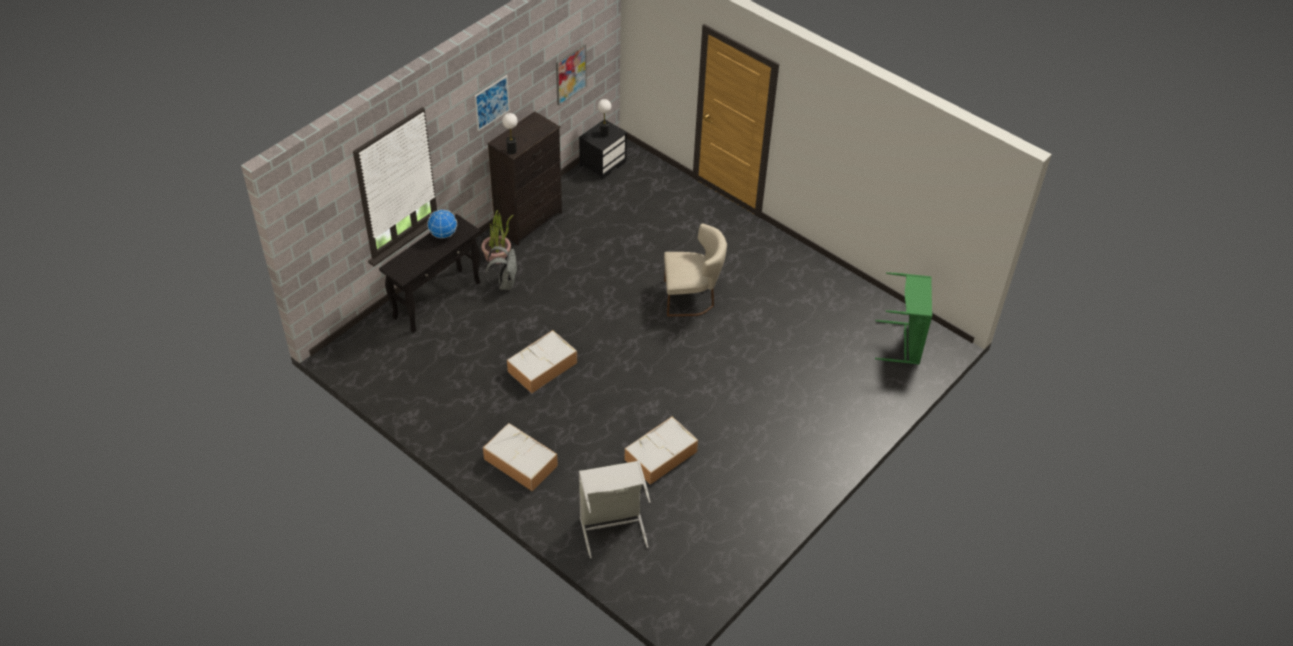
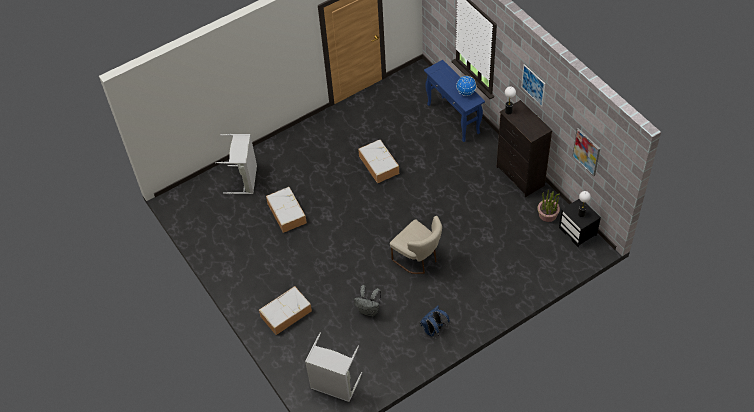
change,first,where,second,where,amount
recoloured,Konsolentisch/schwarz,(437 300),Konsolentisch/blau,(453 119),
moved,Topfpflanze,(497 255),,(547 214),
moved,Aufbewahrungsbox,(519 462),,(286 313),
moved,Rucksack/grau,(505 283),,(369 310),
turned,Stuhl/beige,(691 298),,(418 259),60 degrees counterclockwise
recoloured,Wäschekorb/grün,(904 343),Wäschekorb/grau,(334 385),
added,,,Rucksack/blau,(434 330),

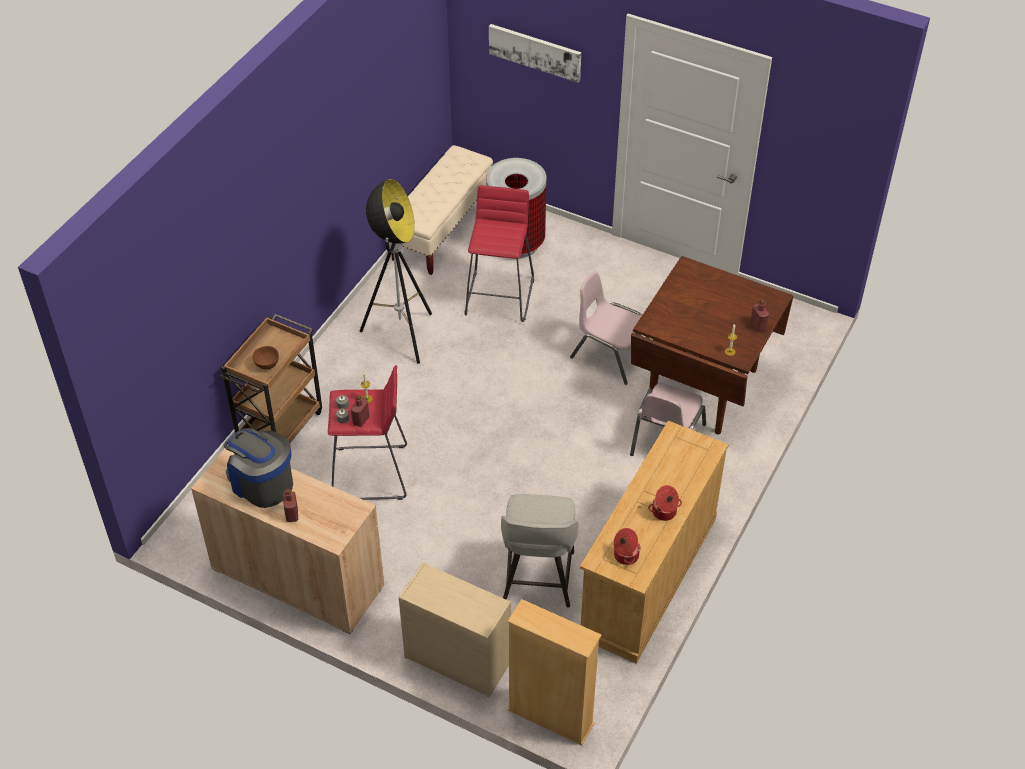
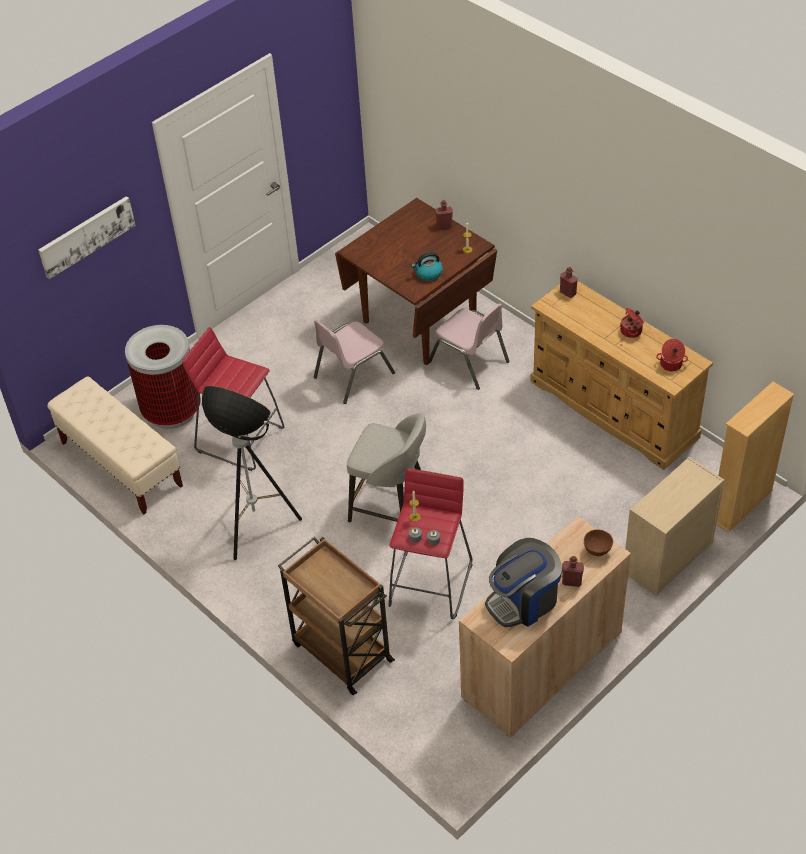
change,first,where,second,where,amount
moved,Schüssel/braun,(267 365),,(598 550),
moved,Flasche/rot,(361 420),,(568 293),
moved,Hocker/grau,(538 579),,(391 508),
added,,,Wasserkessel,(428 273),

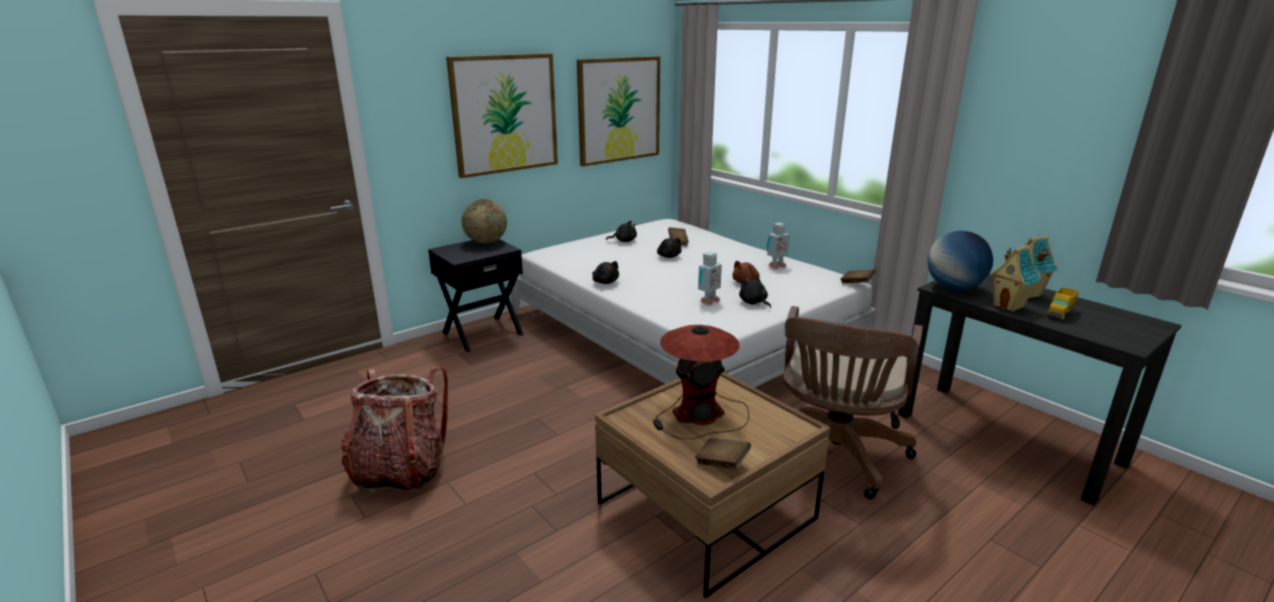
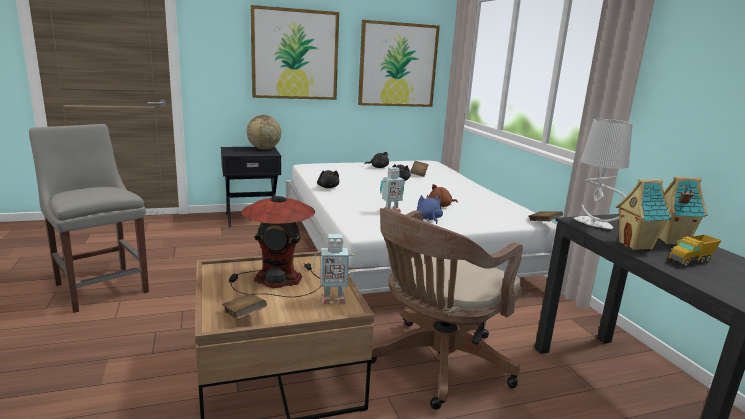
change,first,where,second,where,amount
replaced,Rucksack,(400 471),Stuhl/grau,(101 286),
recoloured,Plüschtier/schwarz,(754 303),Plüschtier/blau,(429 219),
moved,Spielzeugroboter,(775 266),,(332 299),
replaced,Globus,(954 288),Tischlampe/grau,(594 223),

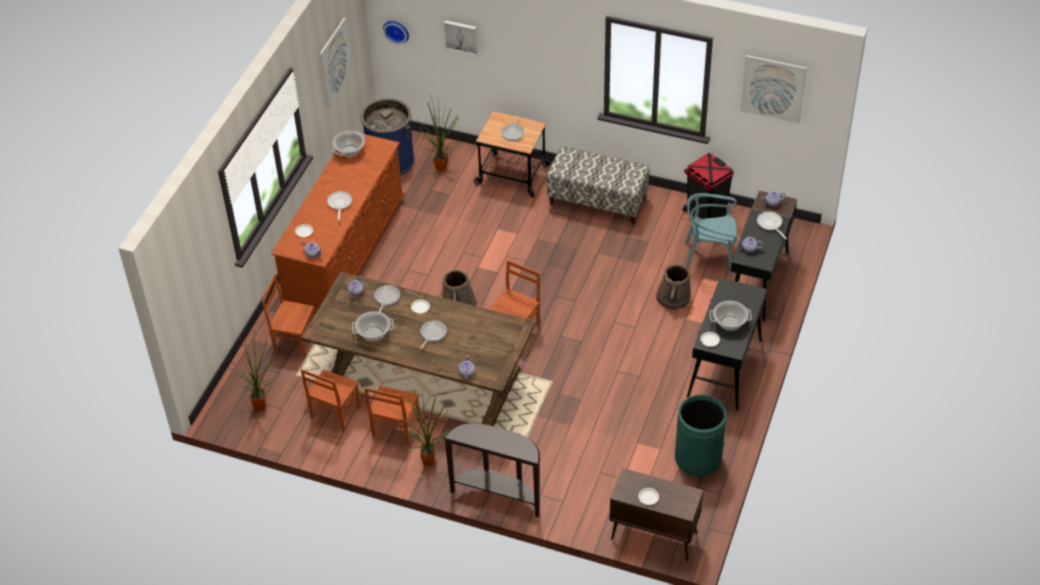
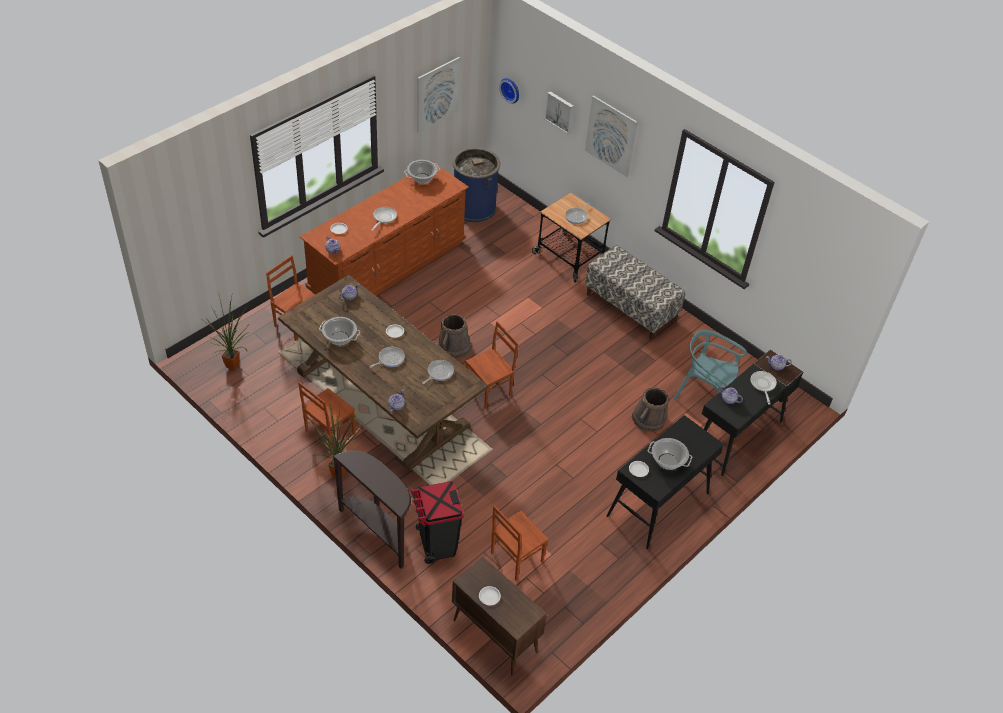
change,first,where,second,where,amount
moved,Stuhl/braun,(334 413),,(515 557),
moved,Pfanne,(386 298),,(439 373),
removed,Topfpflanze,(442 167),,,
removed,Mülleimer/grün,(698 458),,,
moved,Mülleimer/schwarz,(705 215),,(436 544),
moved,Bild,(773 88),,(610 136),

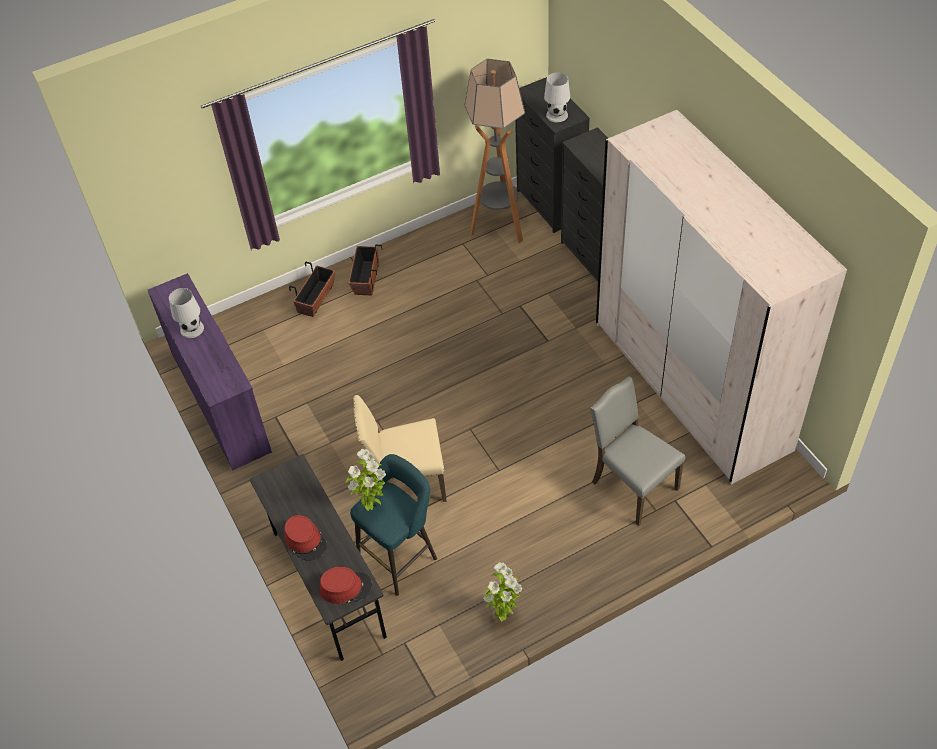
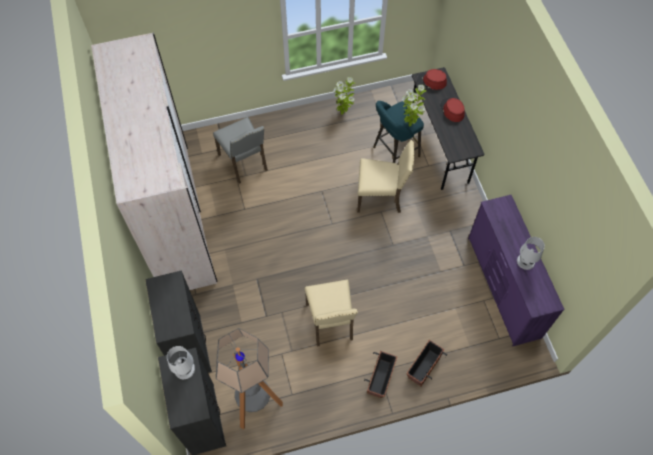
change,first,where,second,where,amount
added,,,Stuhl/beige,(331 322),

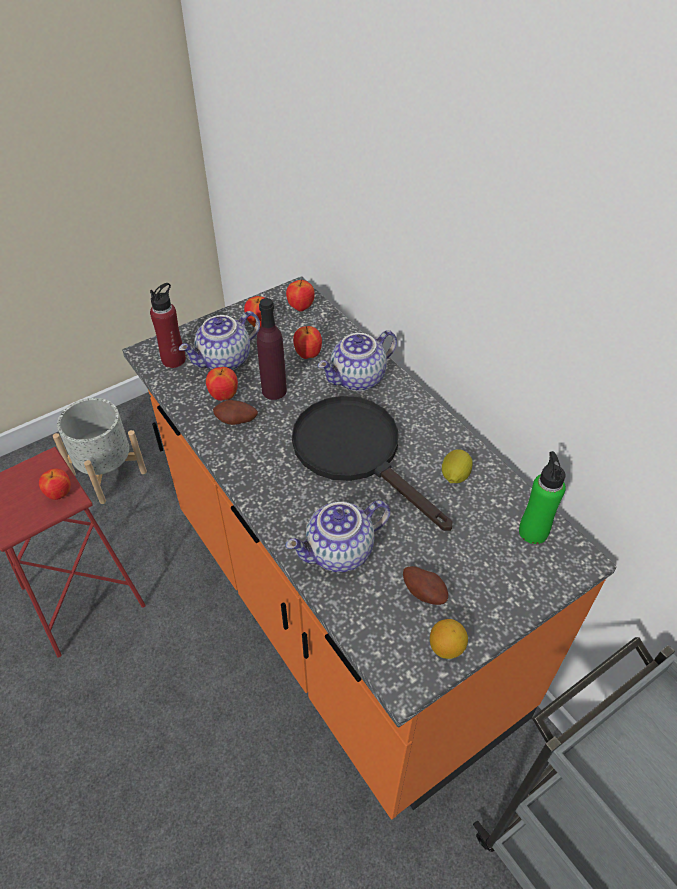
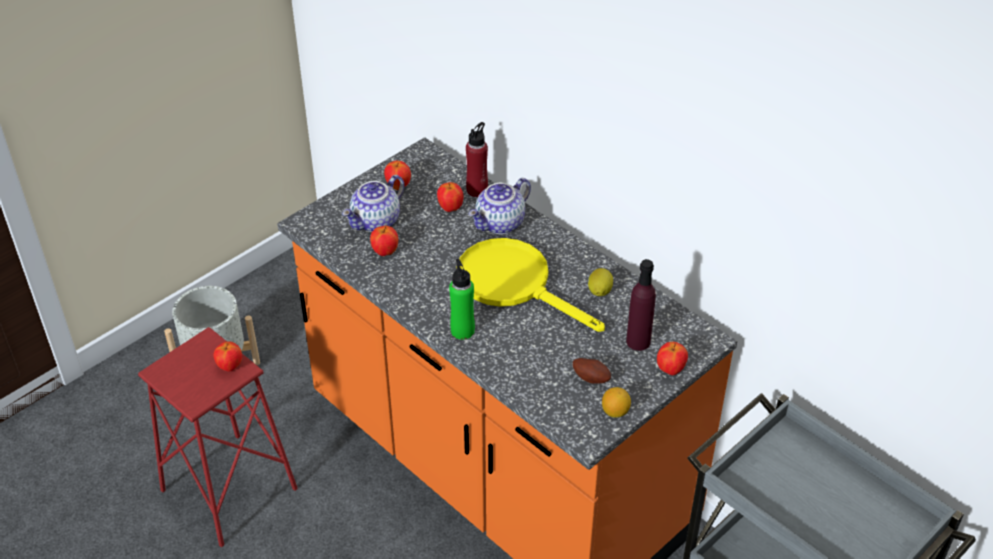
change,first,where,second,where,amount
moved,Flasche/rot,(174 359),,(477 190),
removed,Kartoffel,(236 421),,,
moved,Flasche/lila,(274 390),,(638 341),
removed,Teekanne,(339 553),,,
moved,Apfel,(301 307),,(670 370),
recoloured,Pfanne/schwarz,(357 453),Pfanne/gelb,(514 284),
moved,Flasche/grün,(533 531),,(462 330),

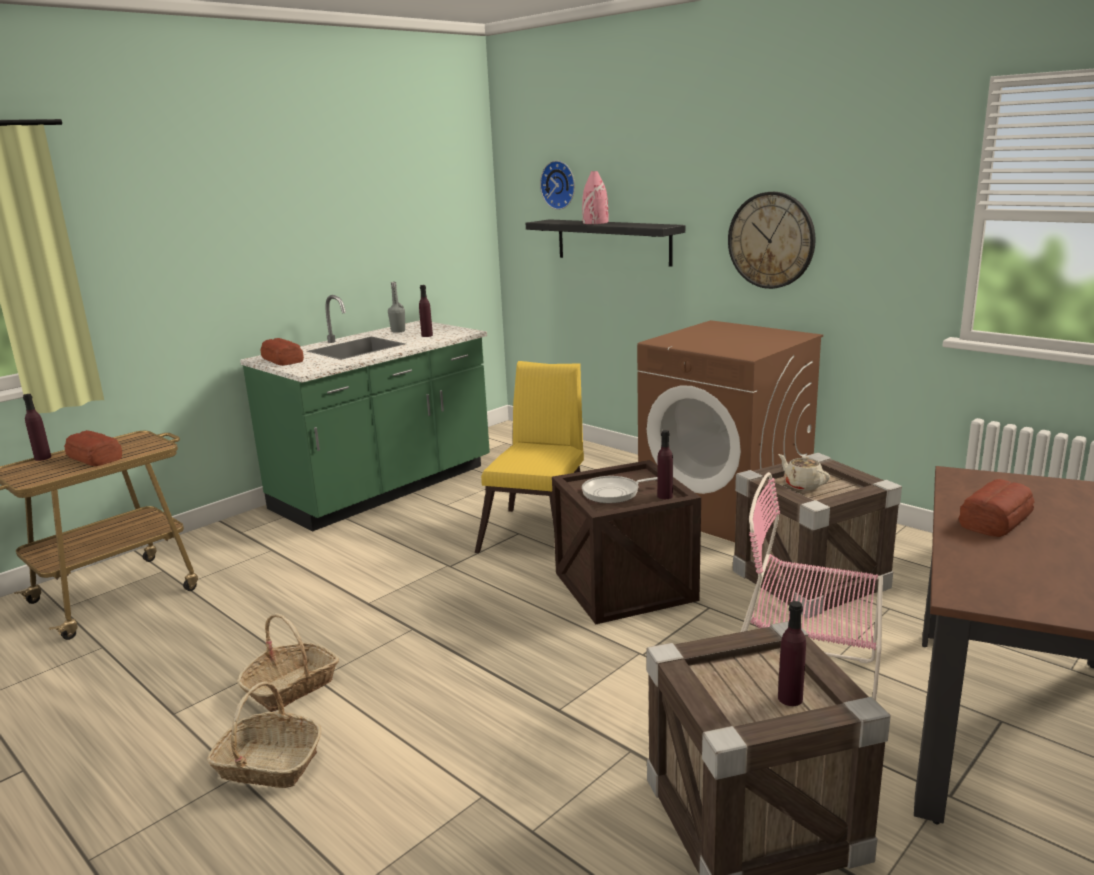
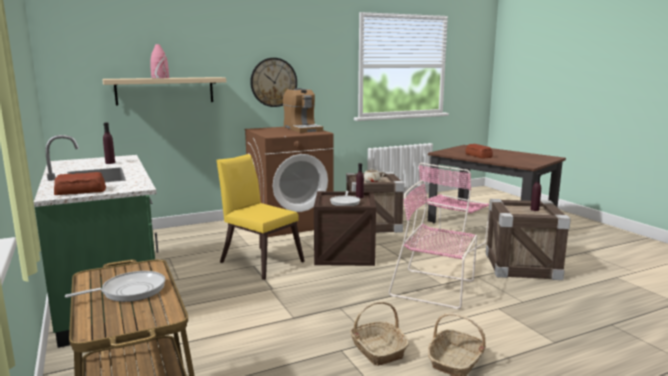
change,first,where,second,where,amount
removed,Flasche/lila,(43 458),,,
replaced,Brot,(95 457),Pfanne,(130 291),
removed,Flasche/grau,(398 331),,,
recoloured,Wandregal/schwarz,(613 241),Wandregal/beige,(165 90),
removed,Wanduhr,(560 185),,,
added,,,Kaffeemaschine,(302 129),
added,,,Stuhl/rosa,(435 289),

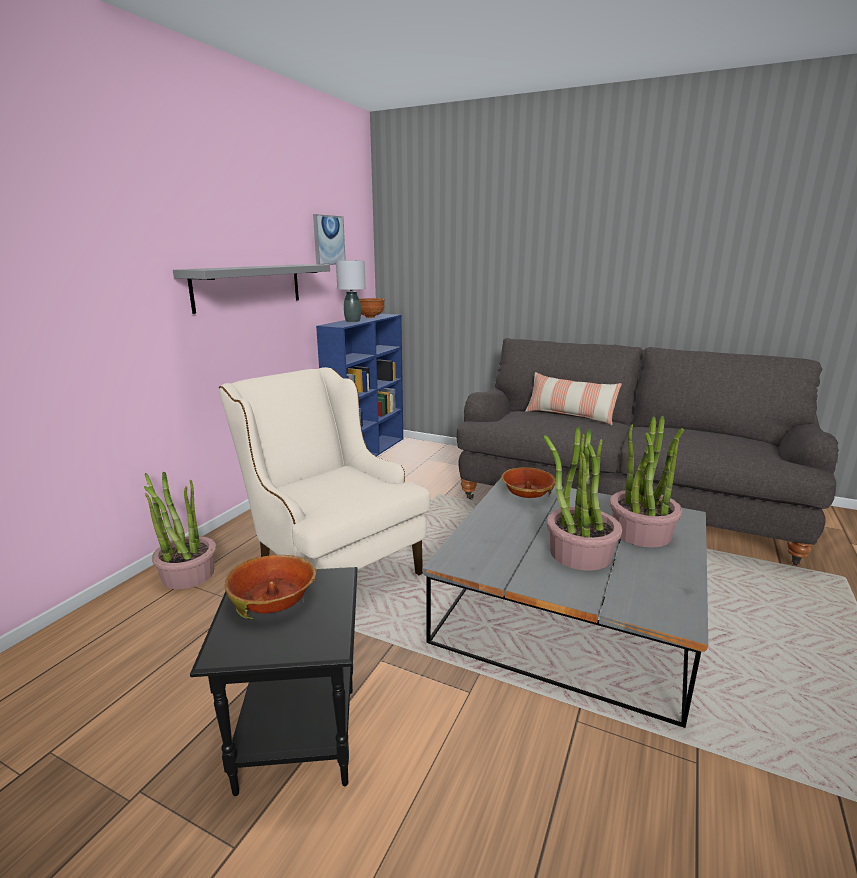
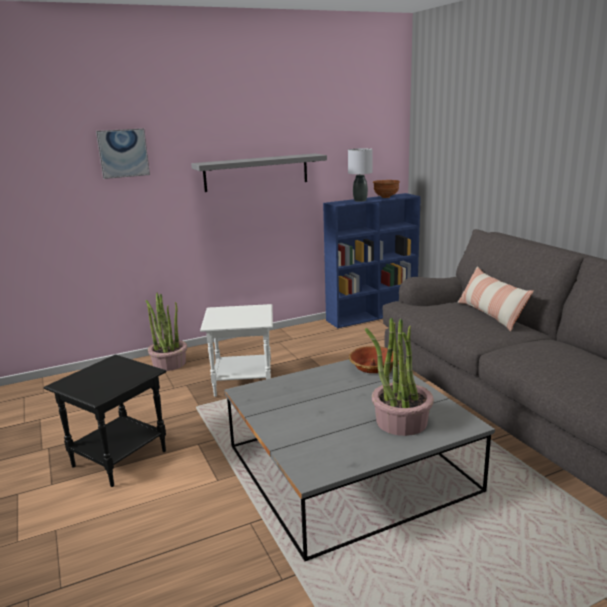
change,first,where,second,where,amount
replaced,Sessel/beige,(331 563),Beistelltisch/weiß,(244 383),
removed,Schüssel,(273 599),,,
moved,Bild,(328 240),,(123 153),
removed,Topfpflanze,(579 554),,,

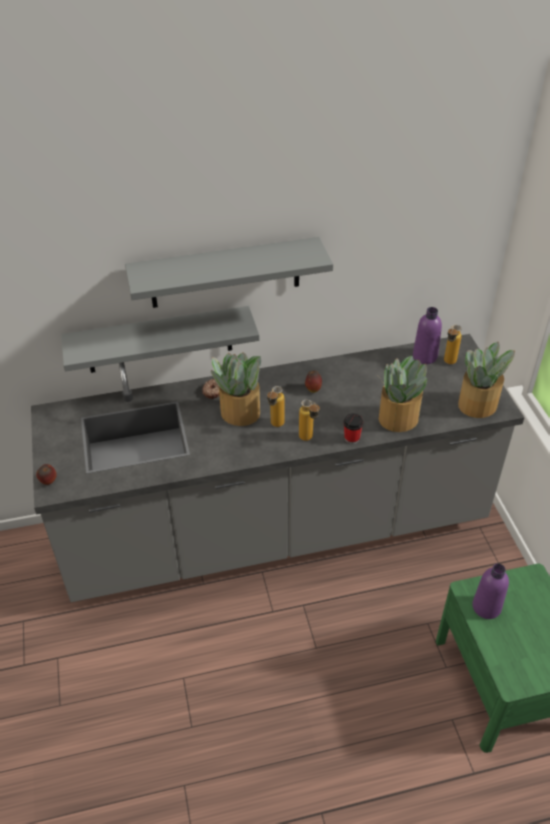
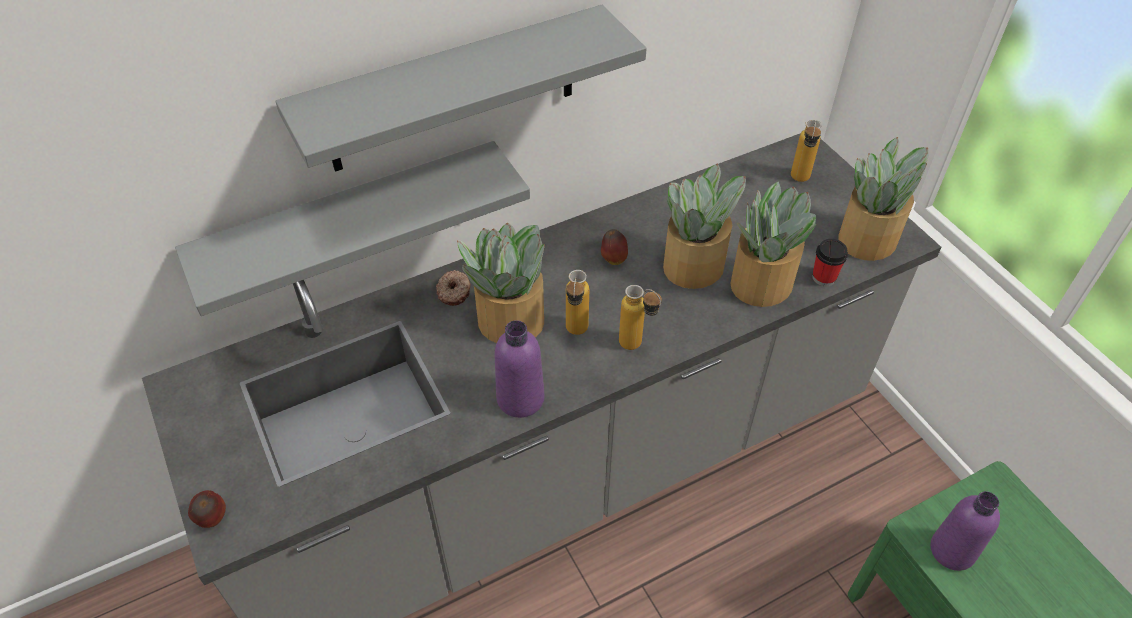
change,first,where,second,where,amount
moved,Tasse,(352 438),,(824 277),
moved,Flasche/lila,(425 356),,(520 398),
added,,,Topfpflanze,(695 266),

